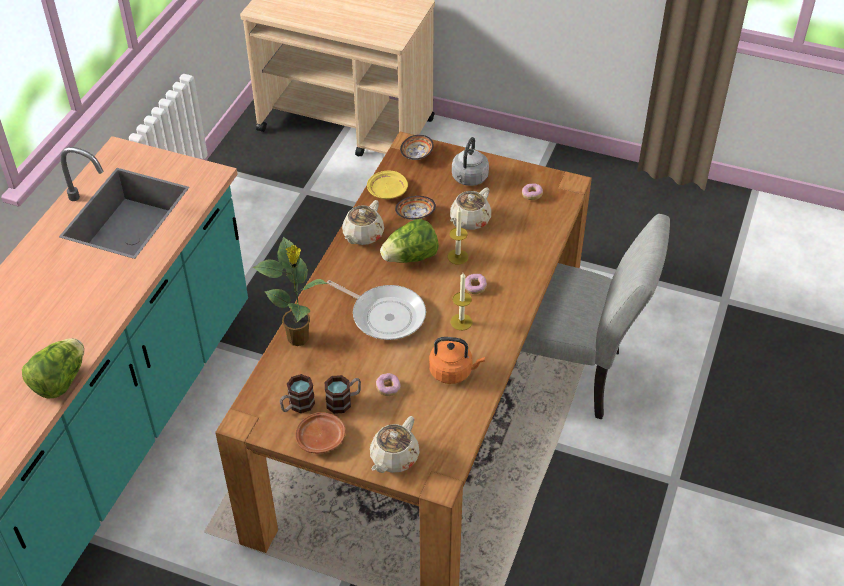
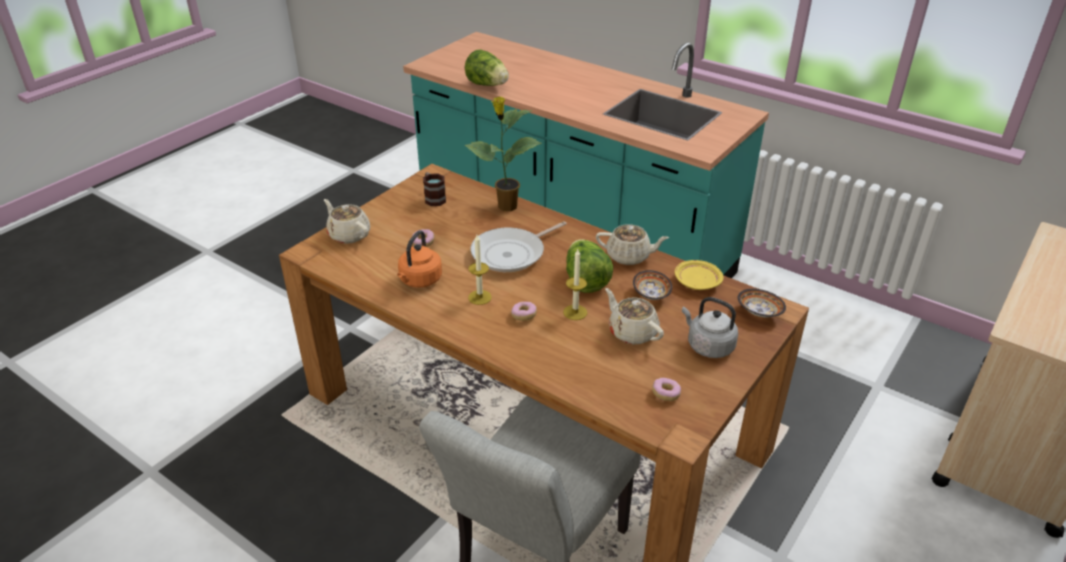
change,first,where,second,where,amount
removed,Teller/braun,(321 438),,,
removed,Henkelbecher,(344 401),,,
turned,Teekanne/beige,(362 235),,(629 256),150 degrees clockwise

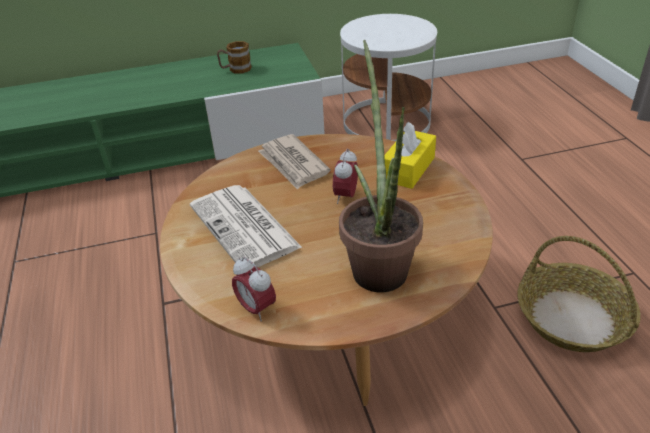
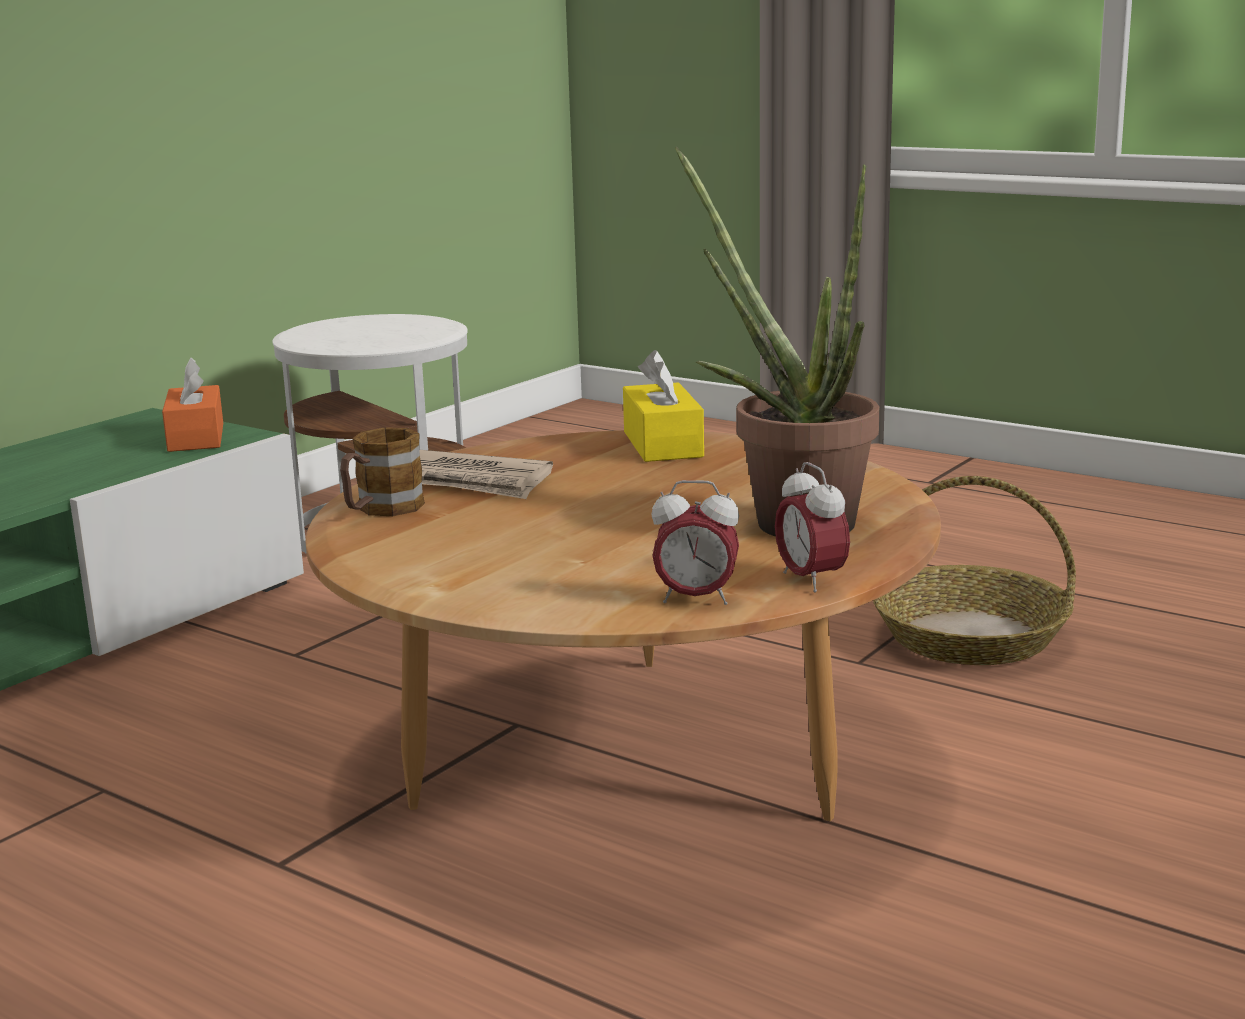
change,first,where,second,where,amount
removed,Zeitung,(245 227),,,
moved,Henkelbecher,(235 69),,(381 510),
moved,Wecker,(346 196),,(811 580),
added,,,Taschentuchbox/orange,(196 437),

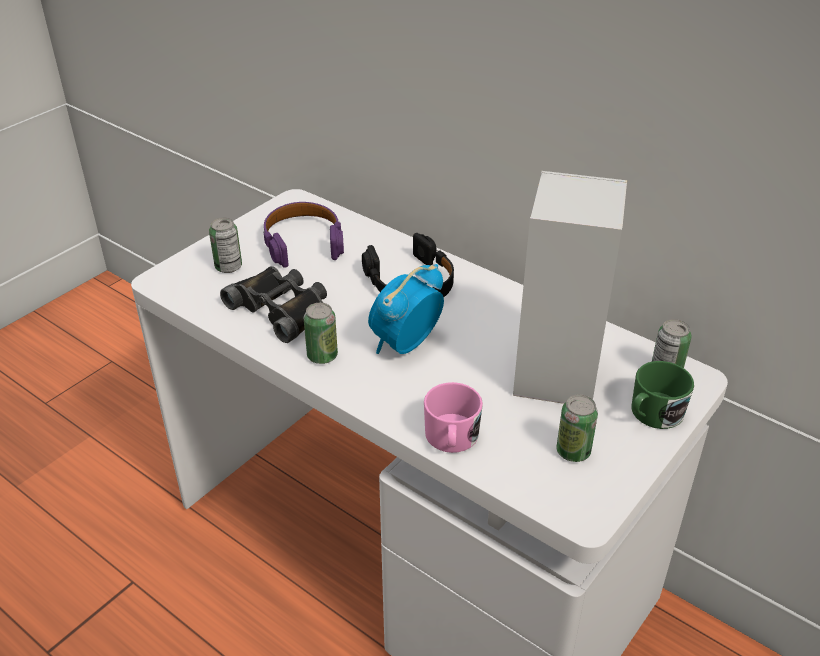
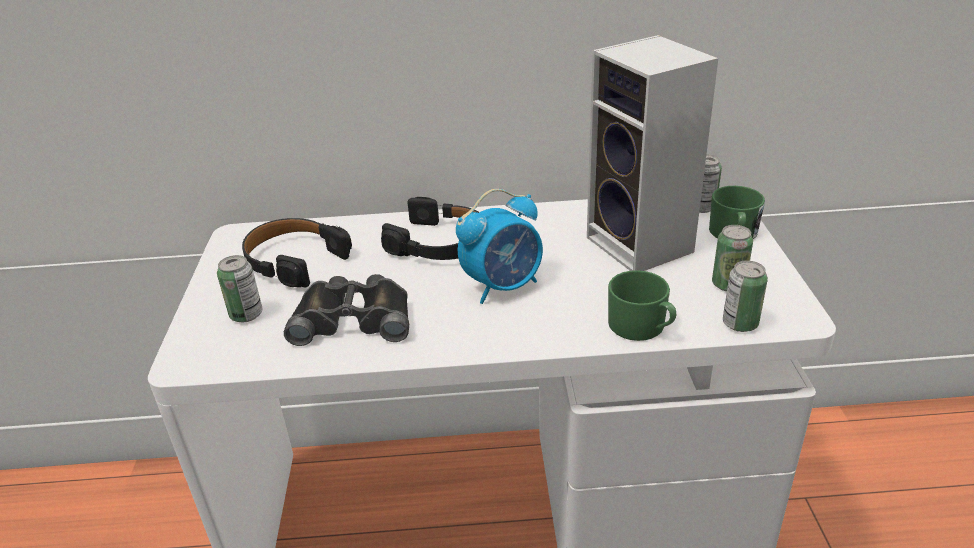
change,first,where,second,where,amount
recoloured,Kopfhörer/lila,(303 242),Kopfhörer/schwarz,(294 260),
moved,Dose,(322 356),,(740 323),
turned,Wecker,(405 344),,(503 286),120 degrees counterclockwise
recoloured,Henkelbecher/rosa,(451 439),Henkelbecher/grün,(642 327),

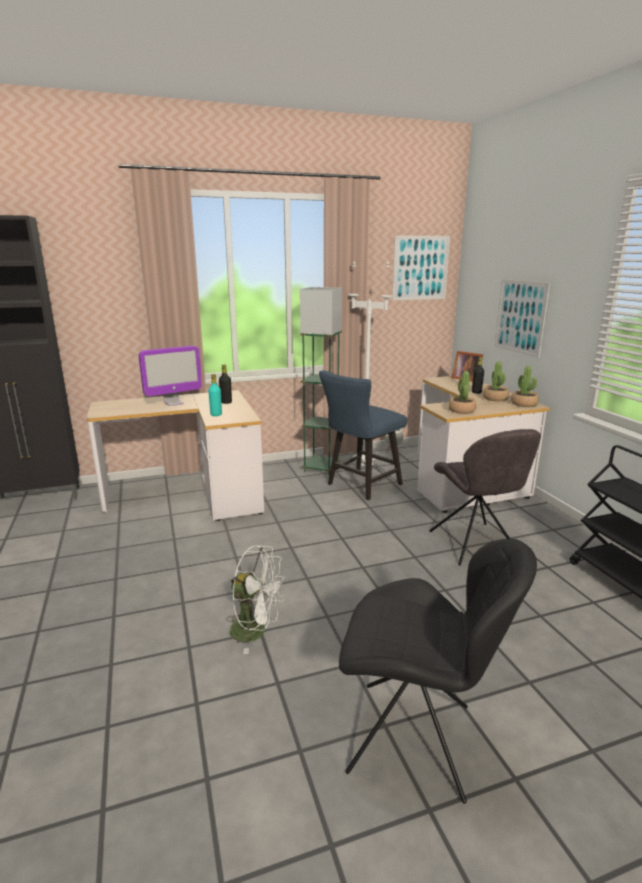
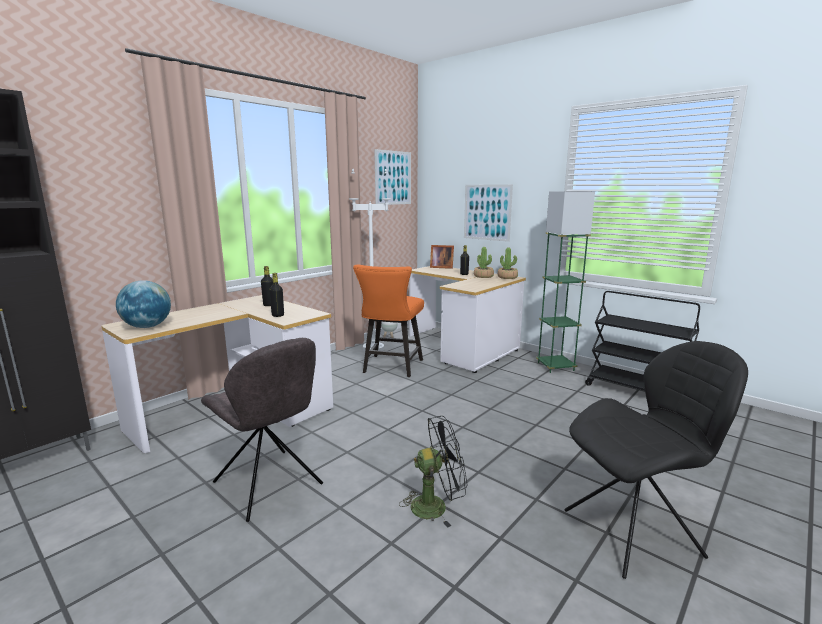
change,first,where,second,where,amount
removed,Monitor,(174 403),,,
recoloured,Flasche/türkis,(216 414),Flasche/schwarz,(278 315),
recoloured,Ventilator/weiß,(256 631),Ventilator/schwarz,(436 505),
moved,Stehlampe/grün,(321 468),,(555 366),
recoloured,Stuhl/blau,(360 485),Stuhl/orange,(391 368),
moved,Stuhl/grau,(474 545),,(269 485),
removed,Topfpflanze,(461 410),,,
added,,,Globus,(147 327),

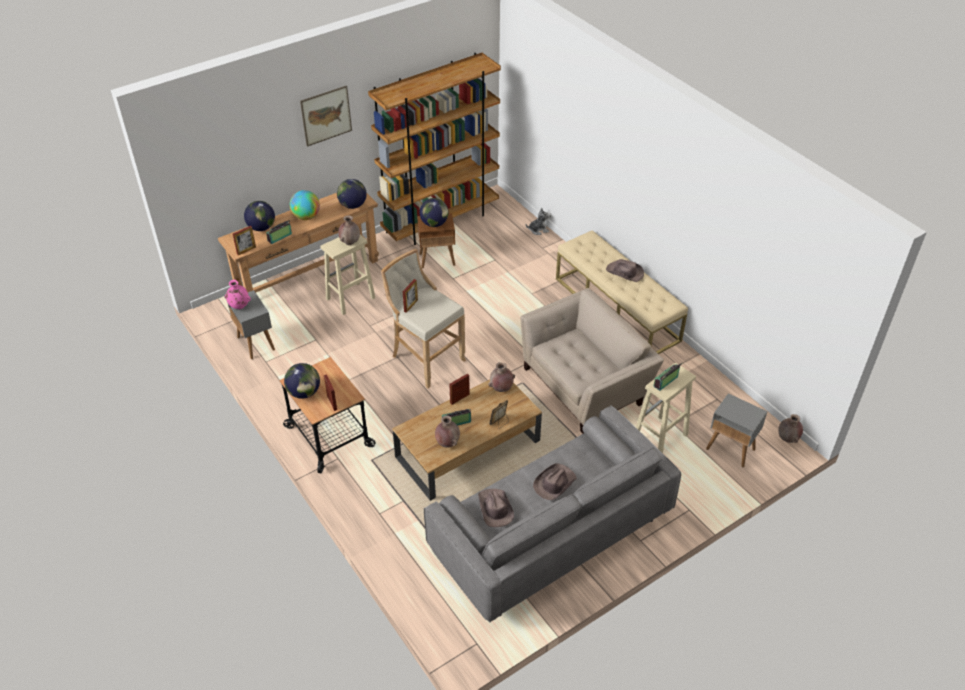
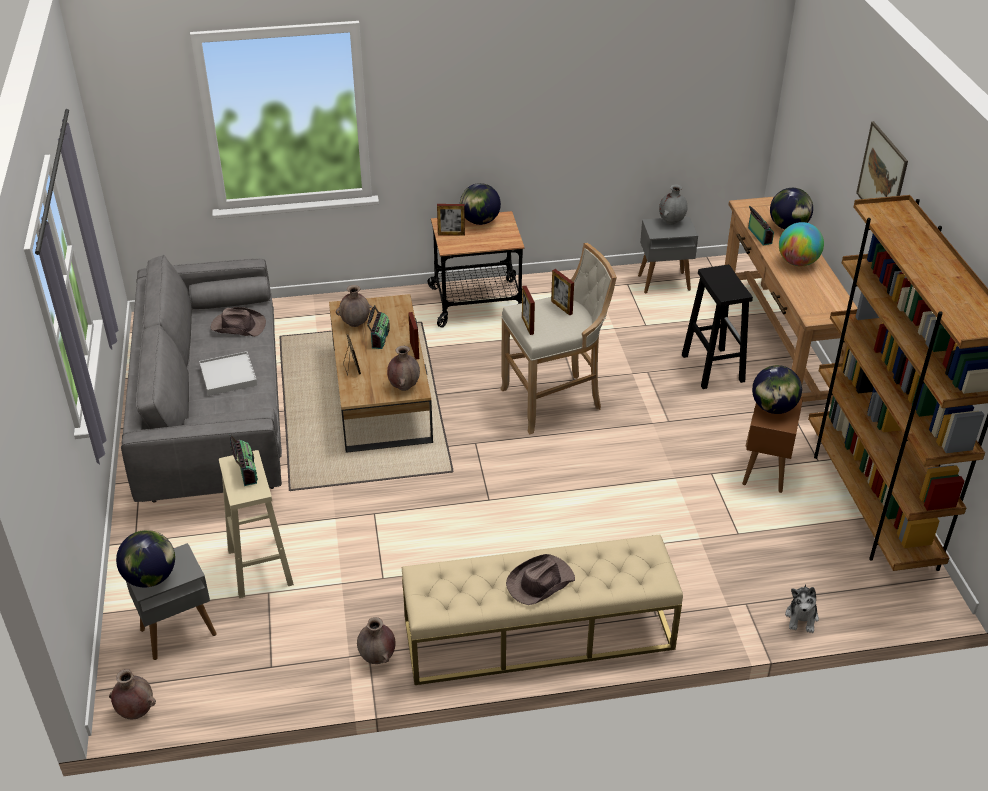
change,first,where,second,where,amount
recoloured,Vase/rosa,(239 306),Vase/grau,(671 222),
moved,Bilderrahmen,(246 250),,(527 325),
recoloured,Hocker/beige,(350 299),Hocker/schwarz,(712 367),
moved,Globus,(352 205),,(151 577),
moved,Vase/braun,(350 242),,(377 657),
removed,Sessel/beige,(586 384),,,
replaced,Hut/braun,(554 483),Tablett/weiß,(228 376),

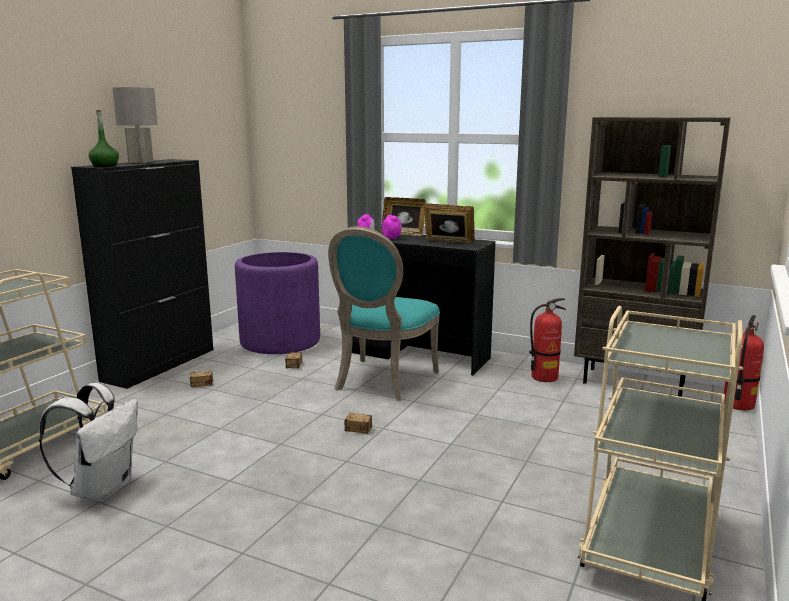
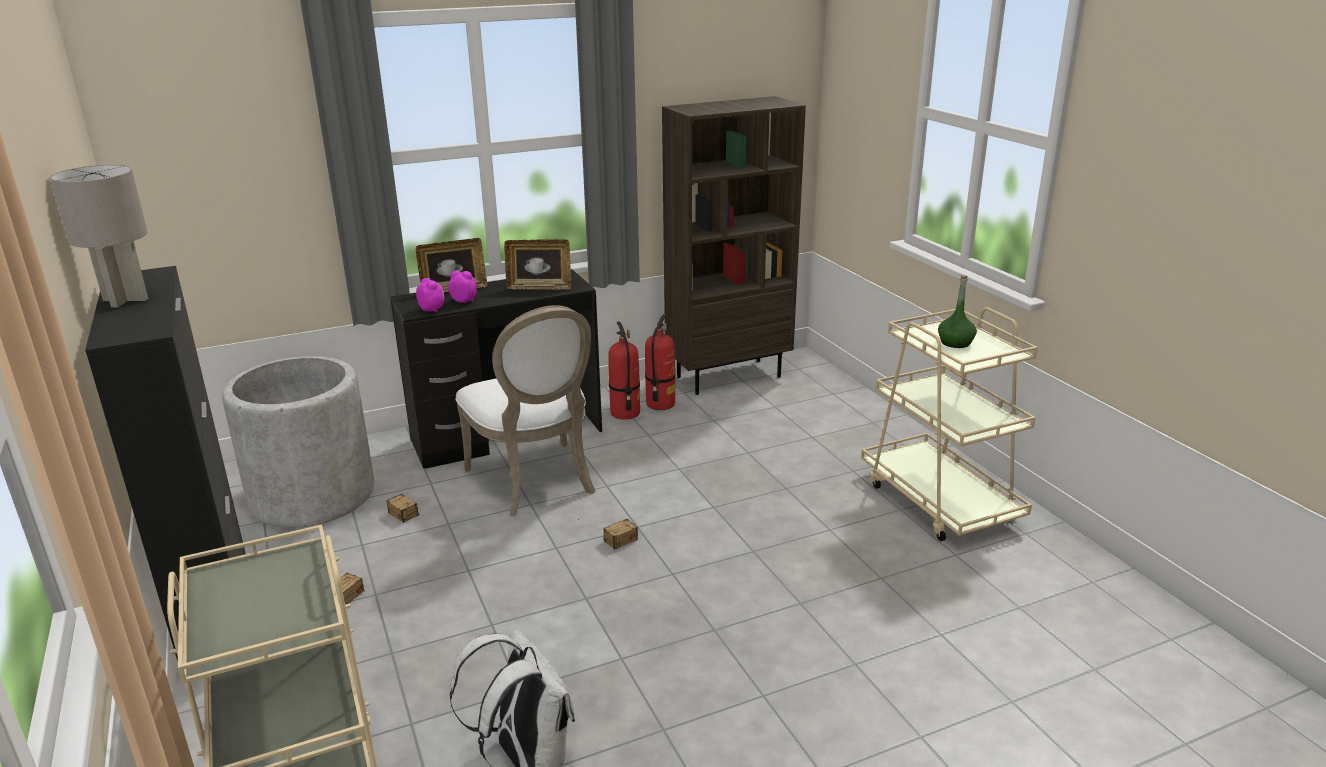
change,first,where,second,where,amount
moved,Flasche/grün,(105 166),,(955 343),
recoloured,Pflanzkübel/lila,(280 341),Pflanzkübel/grau,(313 495),
recoloured,Stuhl/türkis,(382 381),Stuhl/weiß,(536 482),
turned,Bilderrahmen,(448 242),,(539 287),150 degrees counterclockwise
moved,Feuerlöscher,(738 404),,(624 413),

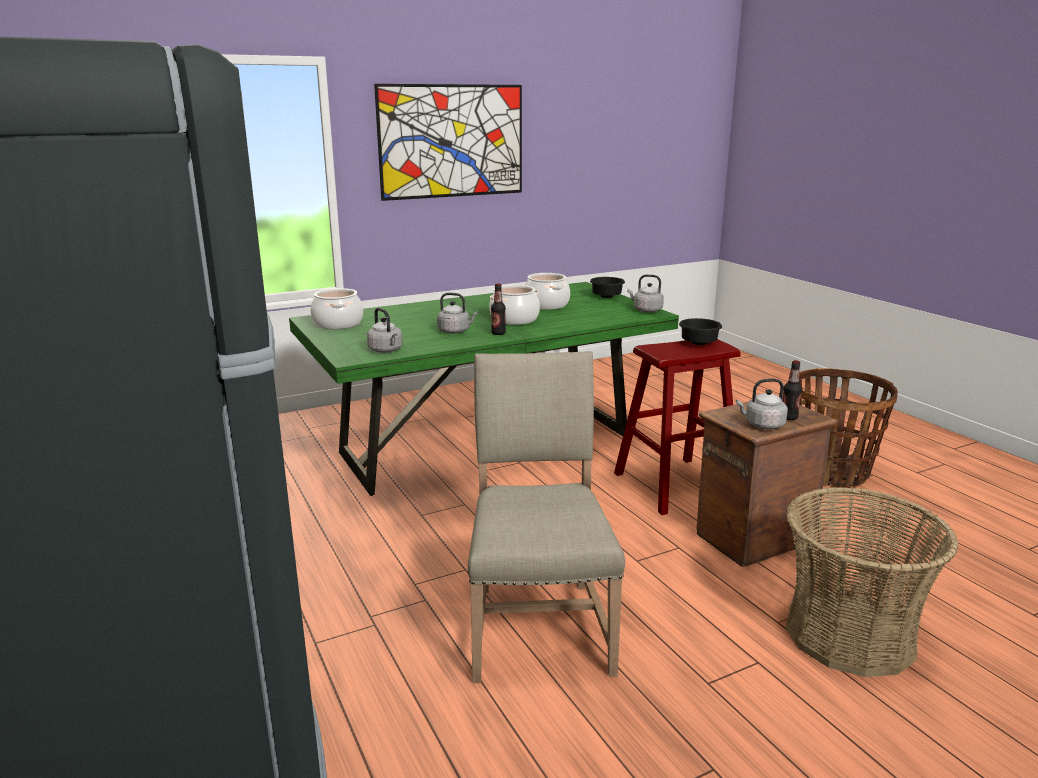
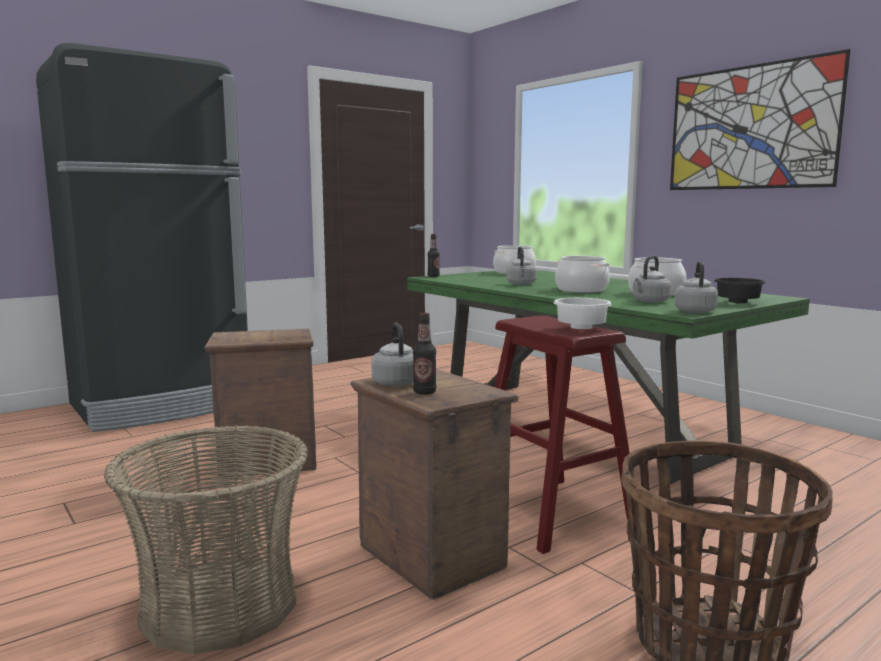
change,first,where,second,where,amount
moved,Wasserkessel/grau,(386 350),,(649 301),
replaced,Stuhl/beige,(537 625),Kiste,(267 462),
moved,Flasche,(498 333),,(433 276),
recoloured,Schüssel/schwarz,(699 344),Schüssel/weiß,(579 328),

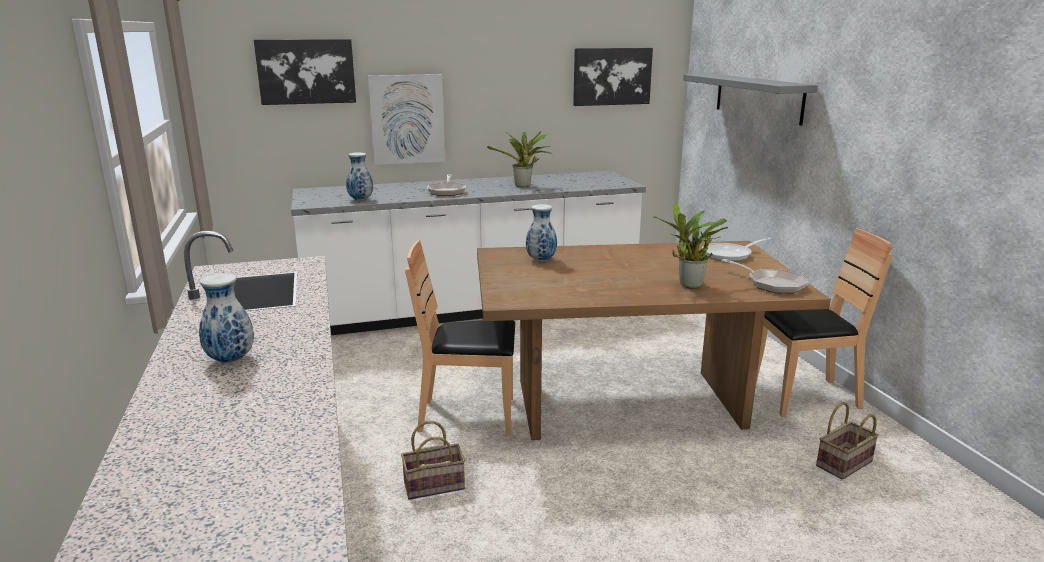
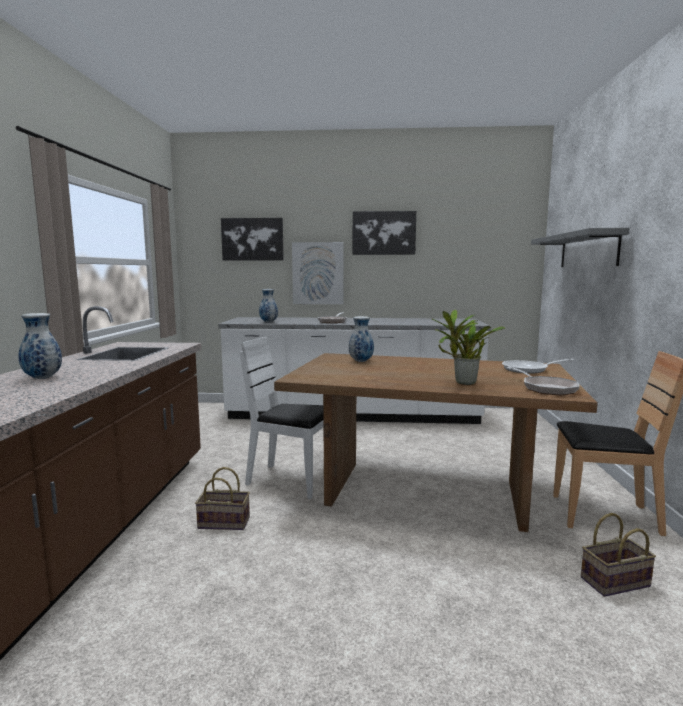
change,first,where,second,where,amount
recoloured,Stuhl/braun,(468 415),Stuhl/weiß,(291 480),
removed,Topfpflanze,(523 186),,,
moved,Bild,(612 76),,(384 233),

